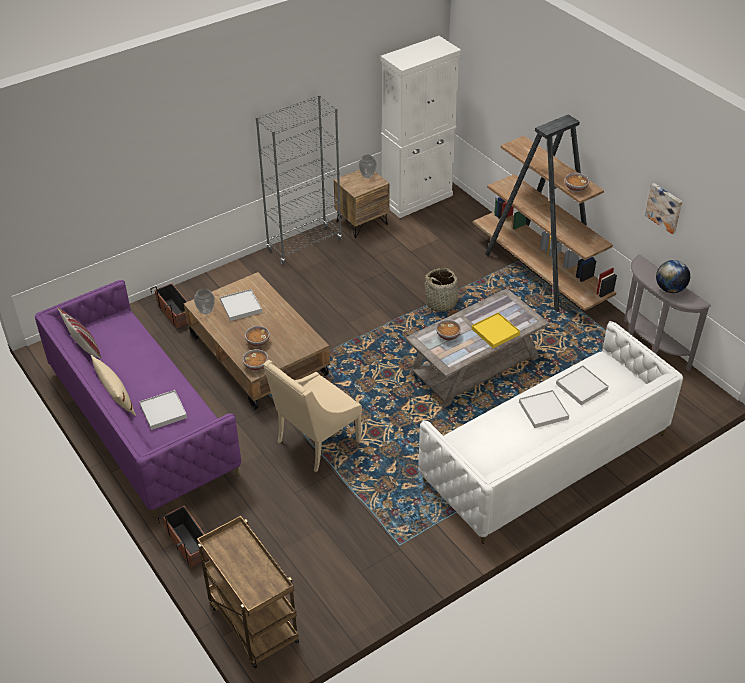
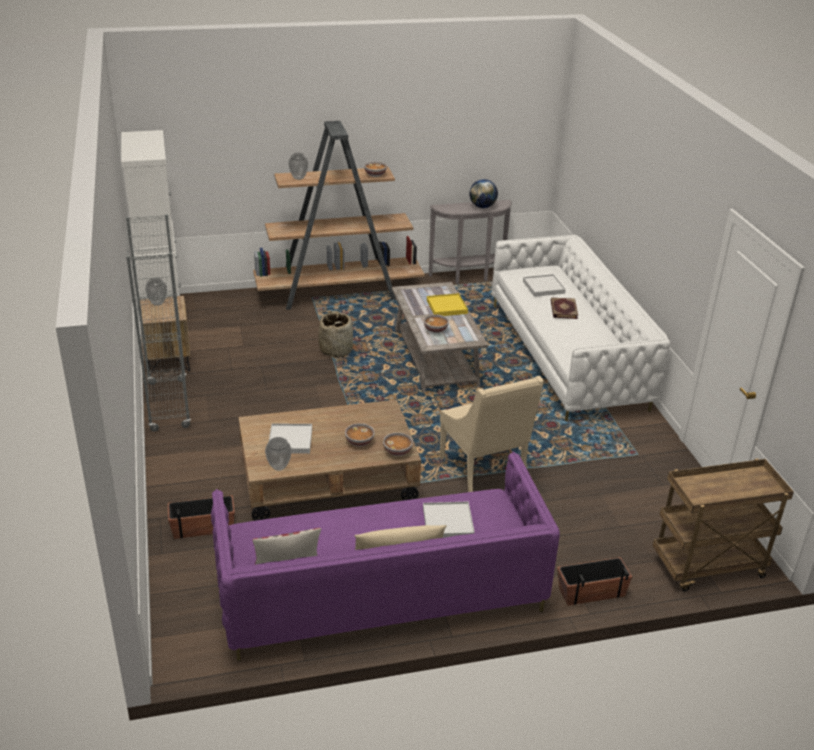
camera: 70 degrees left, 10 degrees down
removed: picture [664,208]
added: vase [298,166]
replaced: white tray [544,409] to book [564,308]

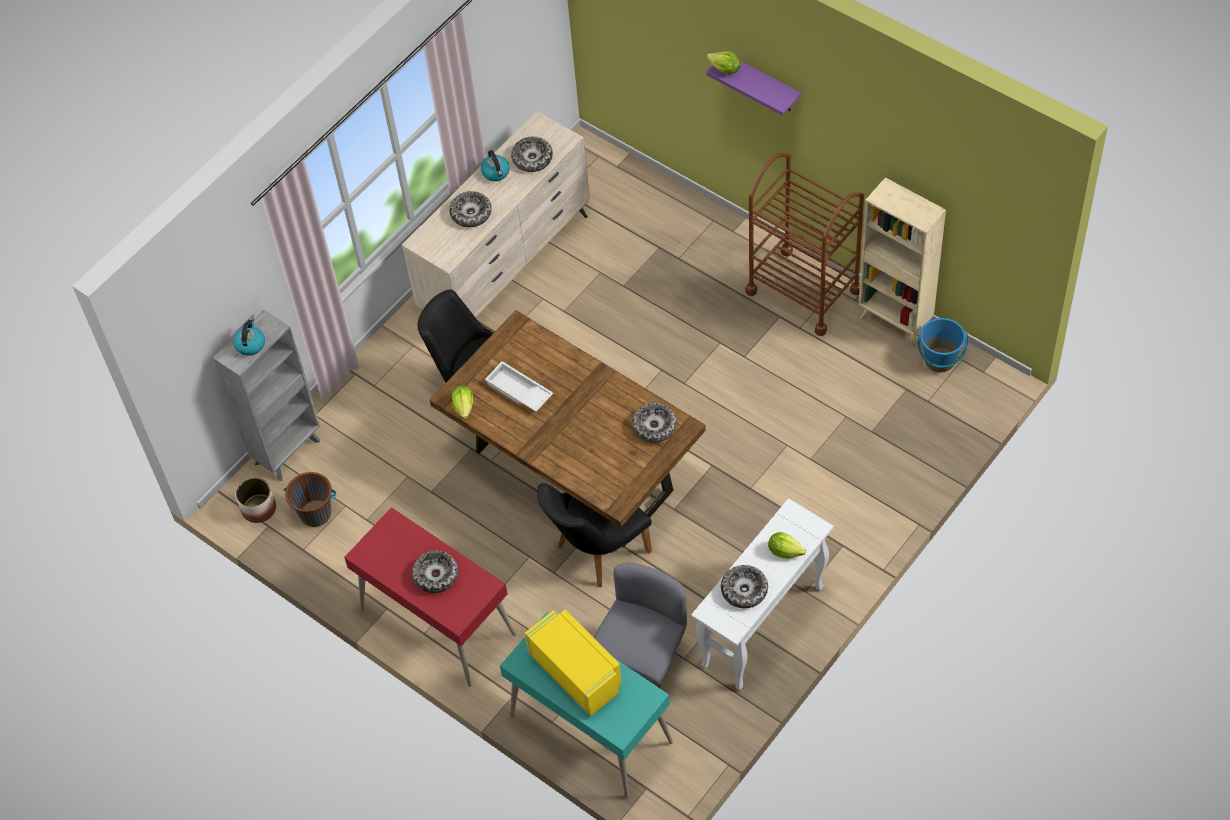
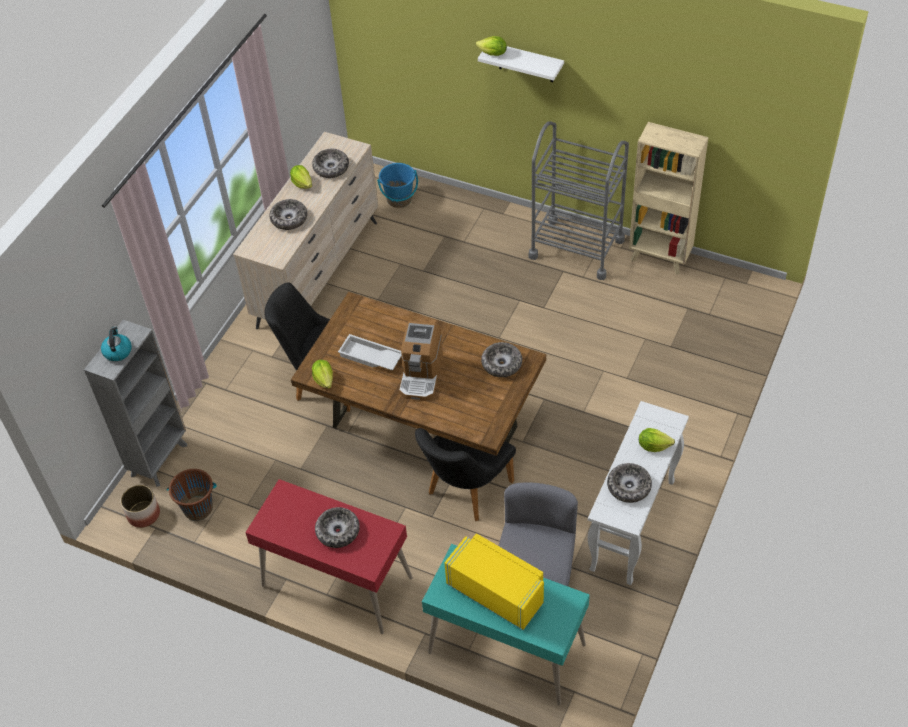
camera: 15 degrees left, 5 degrees down
added: coffee machine [421,361]
moved: blue bucket [942,345] to [397,185]
replaced: kettle [495,165] to lettuce [301,177]
recoloured: purple shelf [753,88] to white shelf [521,64]; brown cart [804,244] to grey cart [579,200]

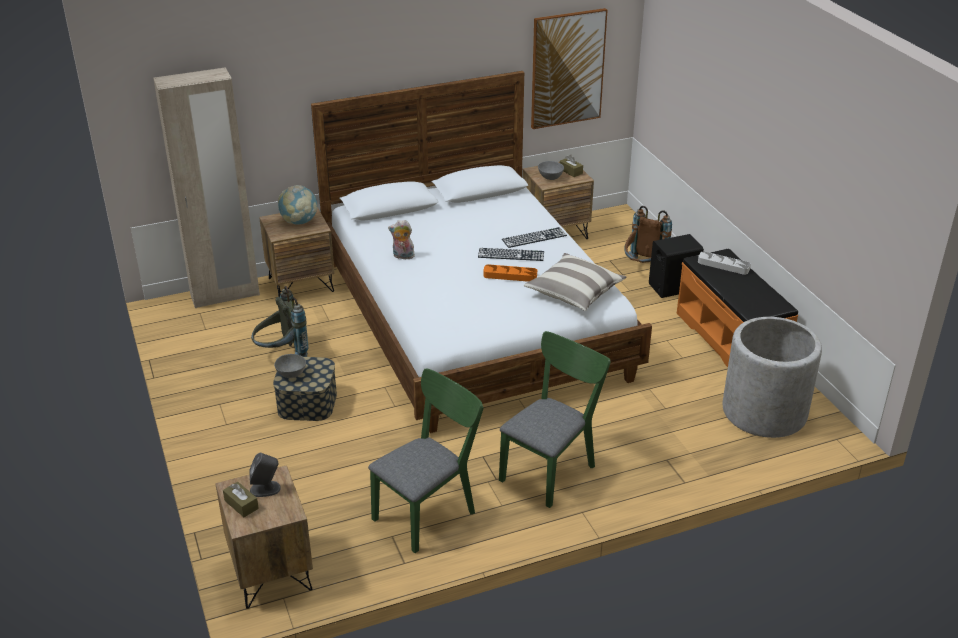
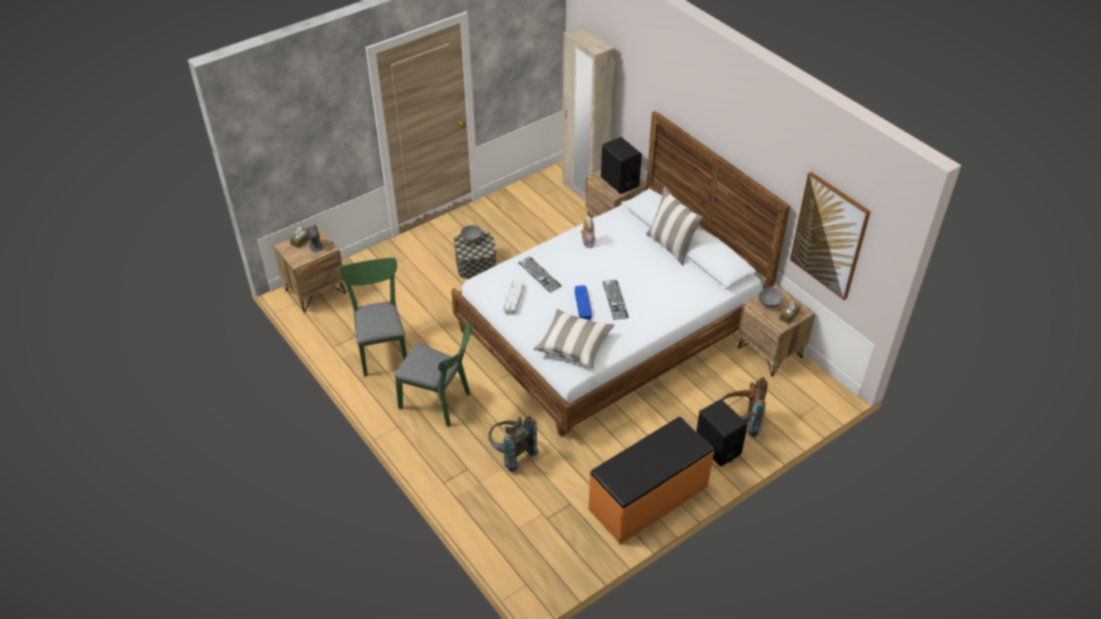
camera: 75 degrees right, 10 degrees up
removed: grey planter [772,377]
added: pillow [674,226]
moved: keyboard [534,237] to [539,274]; grey tray [724,263] to [514,297]; grey backpack [280,321] to [513,444]
replaced: globe [297,205] to black speaker [621,165]
recoloured: orange tray [510,273] to blue tray [583,302]
turned: green chair [426,460] = [373,316] 135 degrees counterclockwise

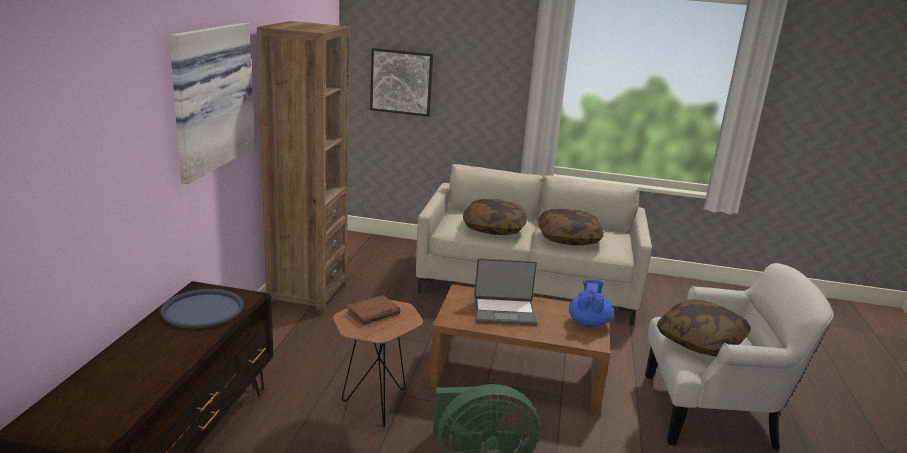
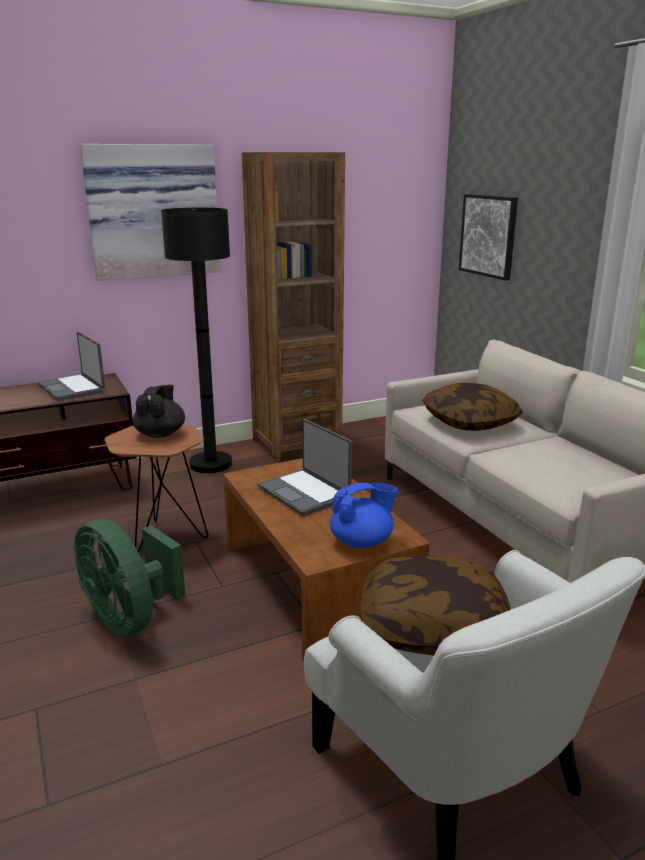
camera: 55 degrees right, 0 degrees up
removed: pillow [571,227]
added: black floor lamp [196,340]
replaced: blue tray [202,309] to laptop [71,366]; brown book [373,310] to black teapot [159,411]

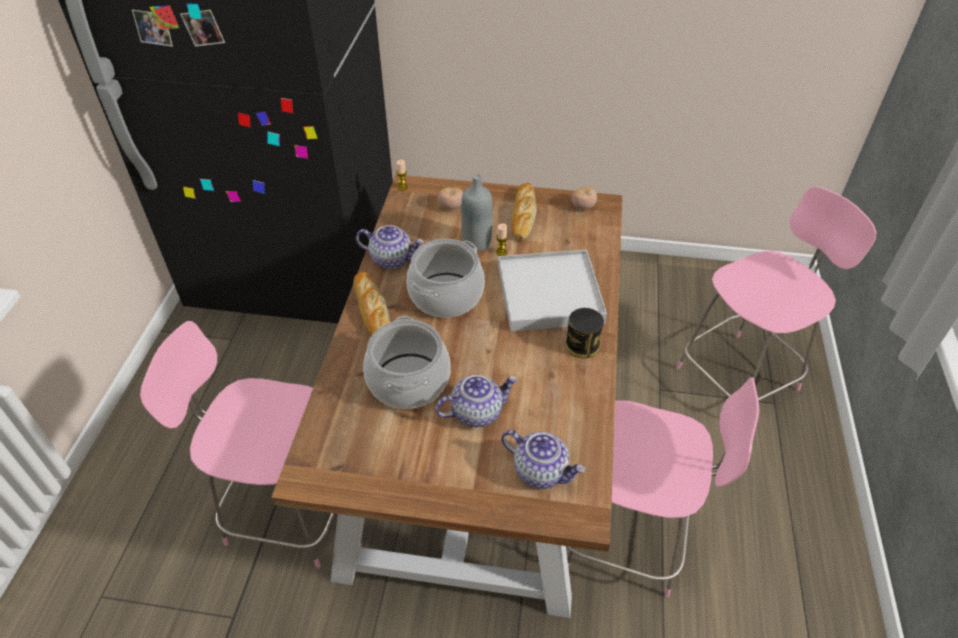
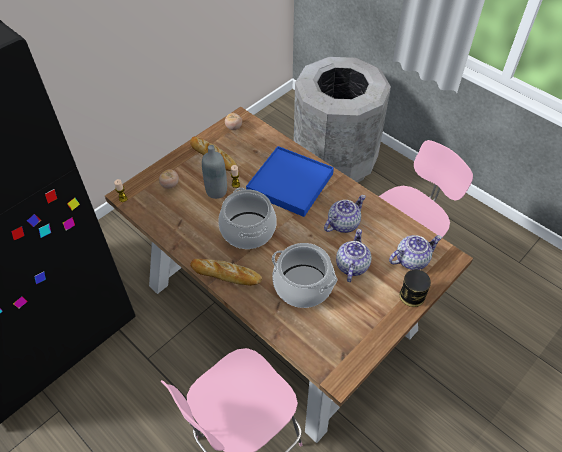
camera: 55 degrees left, 5 degrees up
moved: teapot [390,247] to [345,214]; can [585,333] to [415,288]
replaced: pink chair [776,293] to grey trash can [342,120]
recoloured: white tray [552,290] to blue tray [290,181]

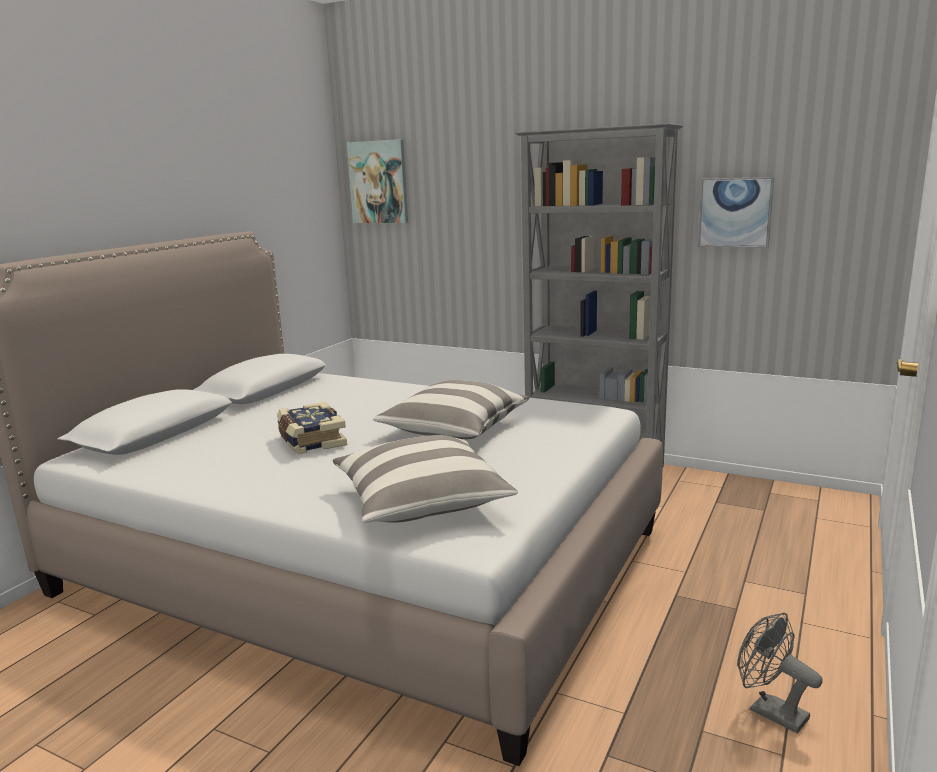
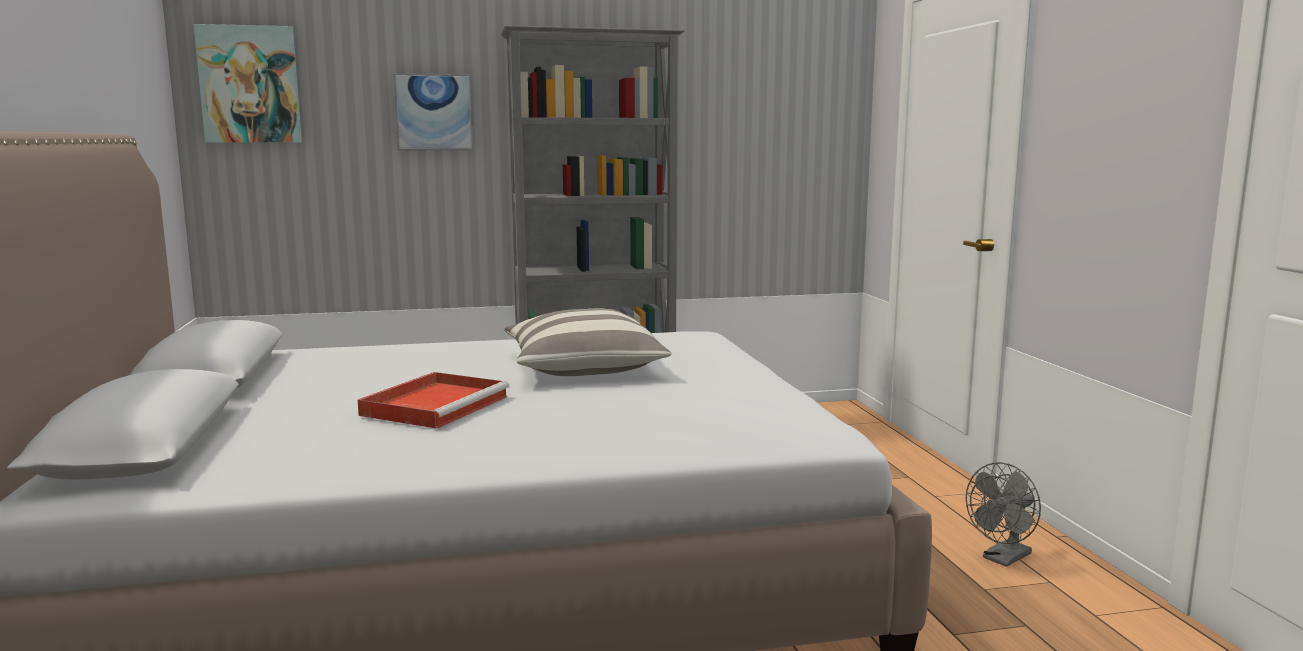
camera: 40 degrees left, 5 degrees down
removed: pillow [425,479]
moved: picture [736,212] to [433,111]
replaced: book [312,428] to red tray [433,400]
turned: grey fan [780,673] = [1003,514] 45 degrees counterclockwise

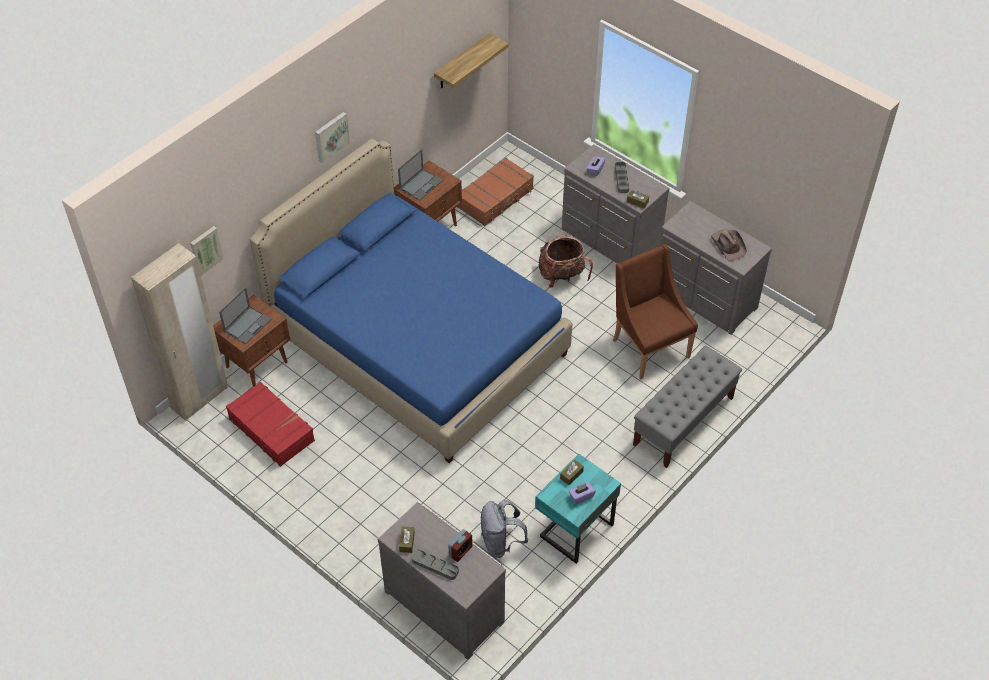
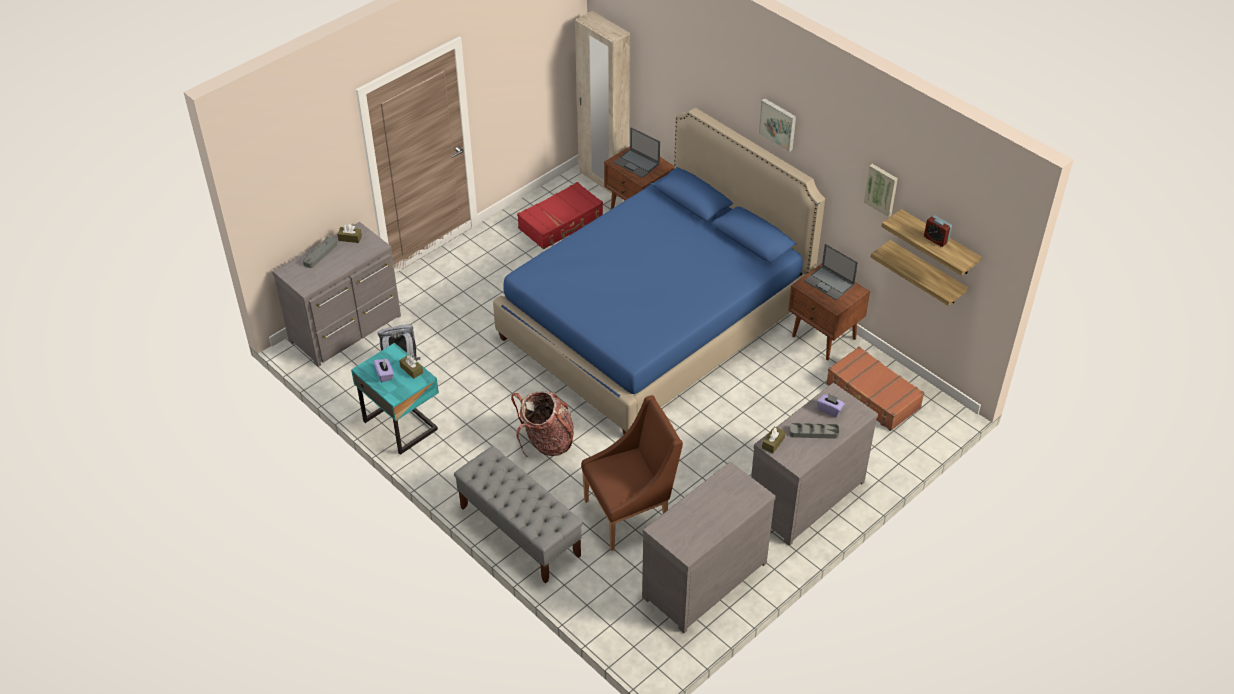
camera: 95 degrees right, 5 degrees down
removed: brown hat [729,245]
added: shelf [919,273]
moved: picture [207,250] to [881,190]; backpack [566,261] to [542,424]; alarm clock [460,545] to [938,231]

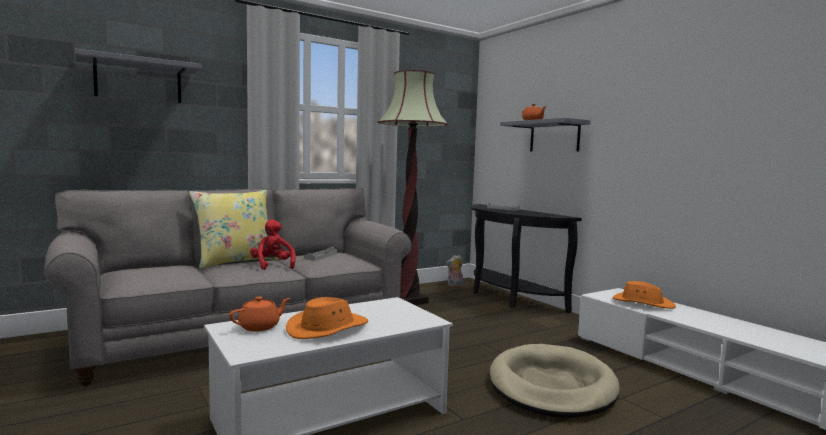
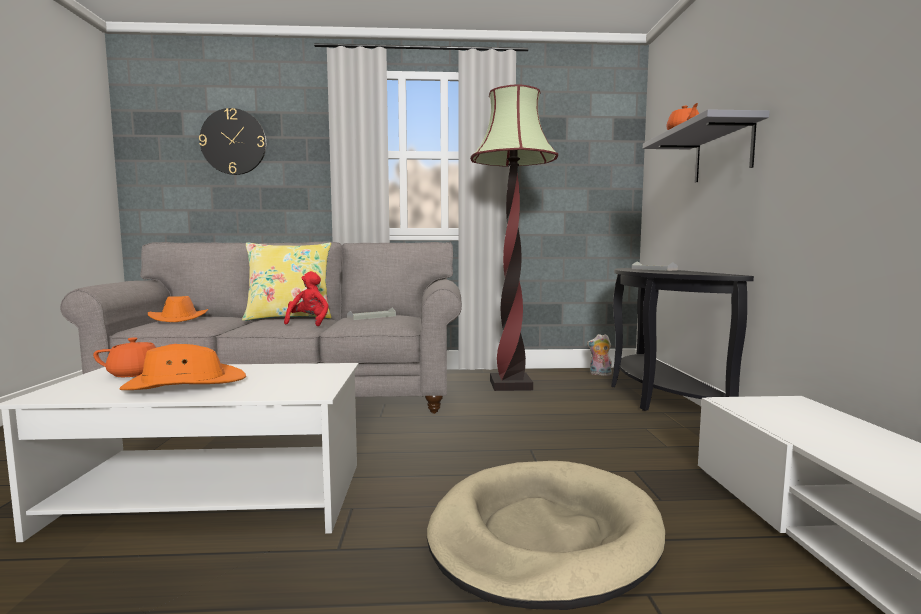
camera: 30 degrees right, 0 degrees up
moved: orange hat [644,295] to [178,309]
replaced: grey shelf [138,76] to wall clock [232,141]

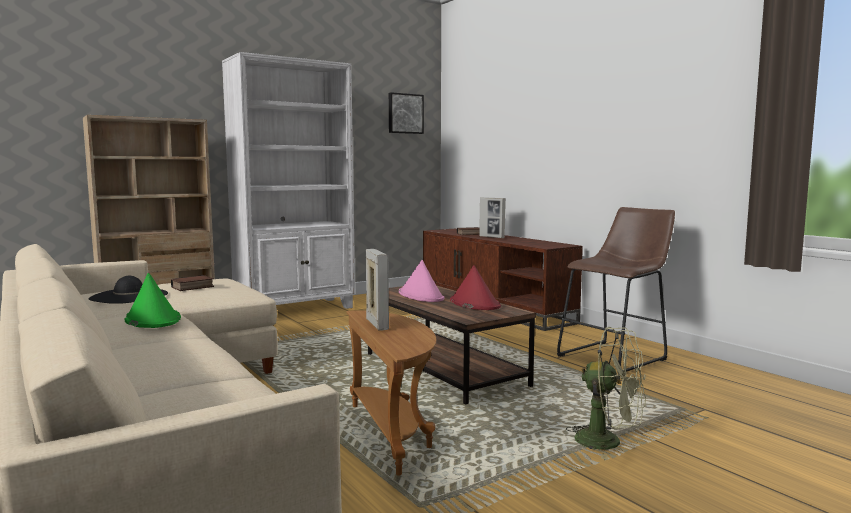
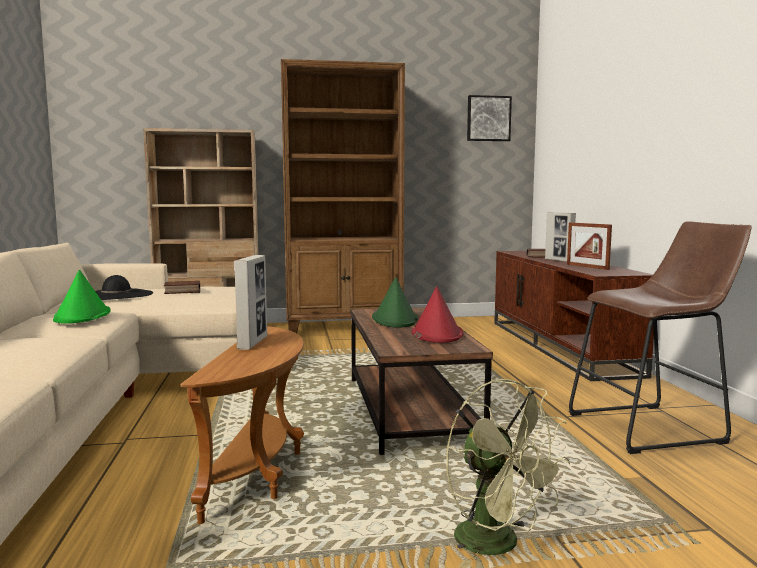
camera: 25 degrees right, 0 degrees up
added: picture frame [589,246]
recoloured: white bookcase [288,180] to brown bookcase [343,196]; pink hat [421,281] to green hat [395,302]

